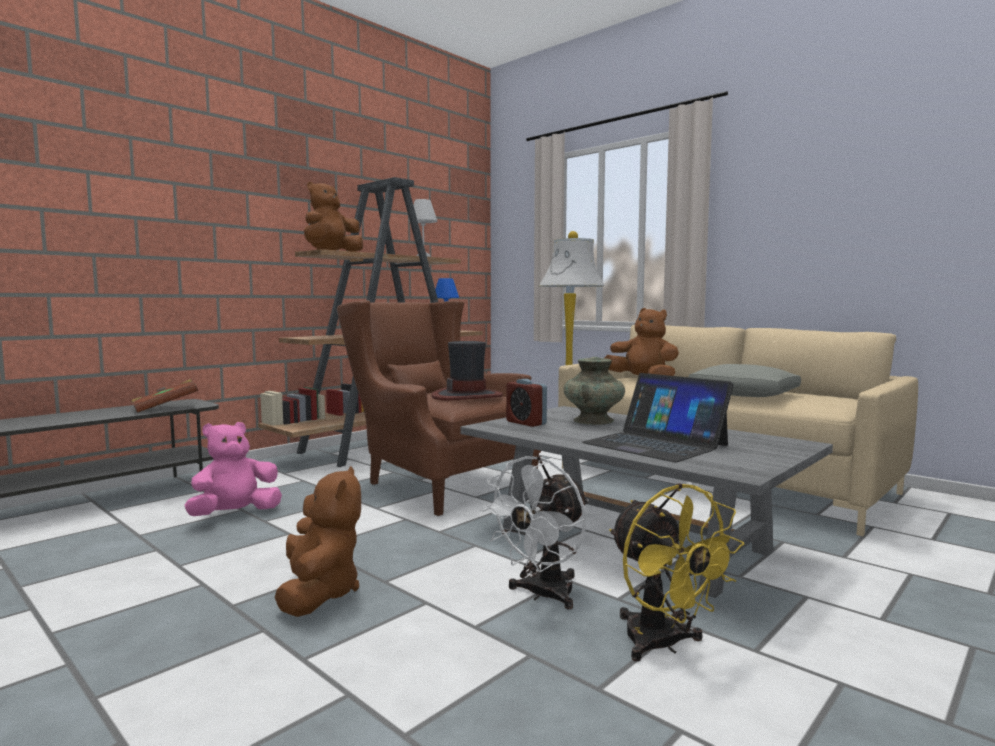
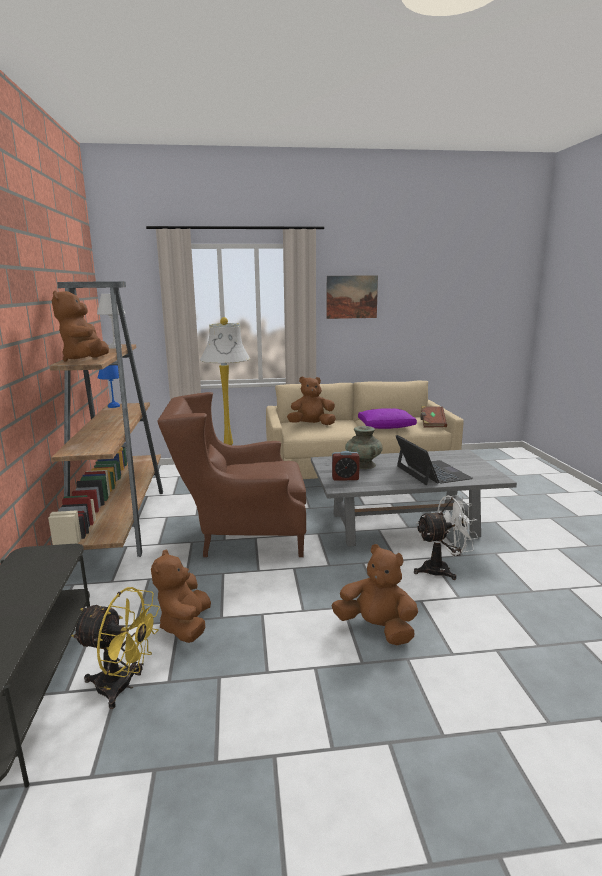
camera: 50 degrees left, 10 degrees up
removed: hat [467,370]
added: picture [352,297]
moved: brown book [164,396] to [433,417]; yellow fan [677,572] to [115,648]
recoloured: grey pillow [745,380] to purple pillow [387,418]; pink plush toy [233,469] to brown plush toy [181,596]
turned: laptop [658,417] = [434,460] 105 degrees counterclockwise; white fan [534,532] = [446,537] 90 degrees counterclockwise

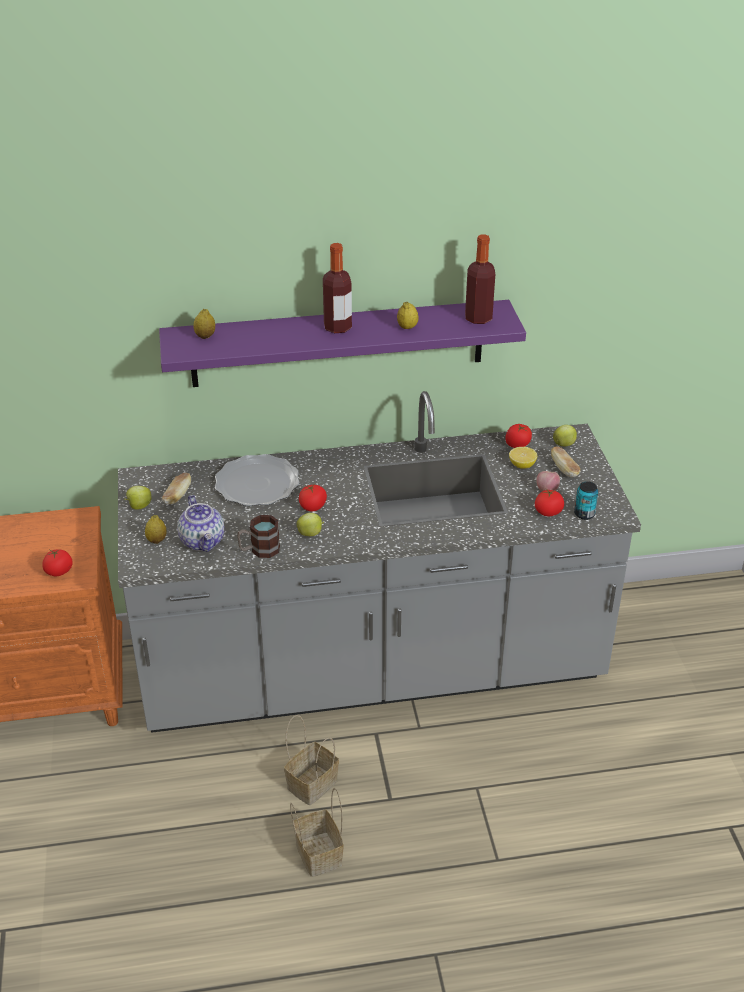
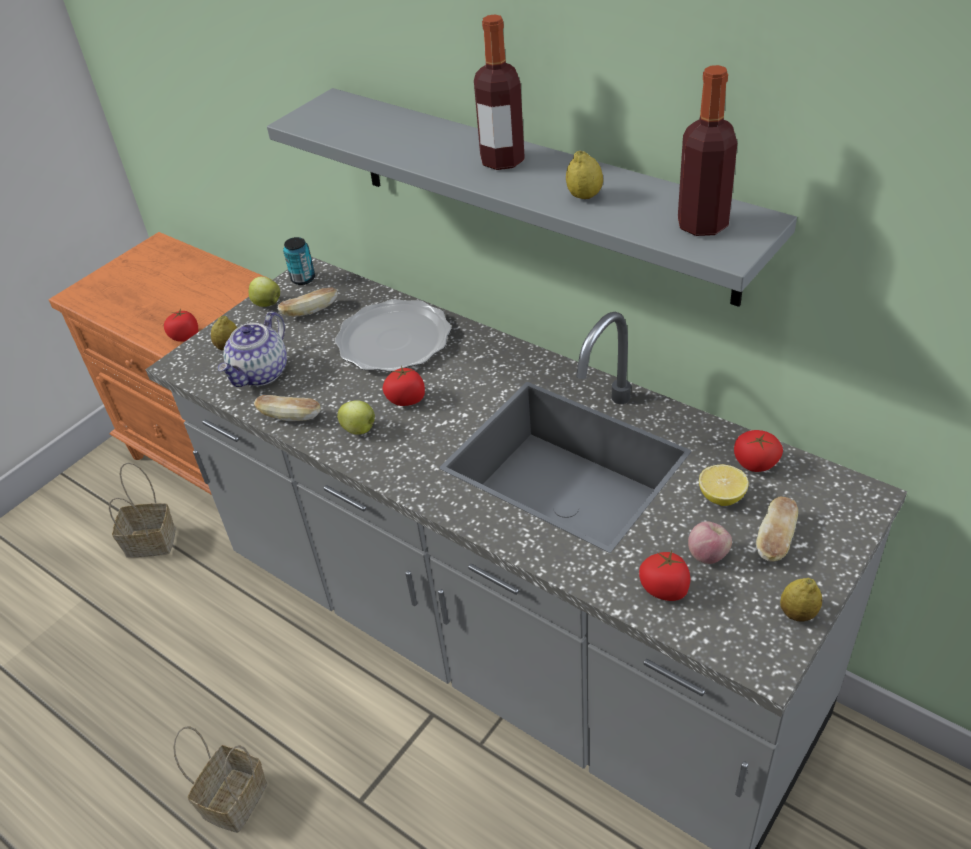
camera: 50 degrees right, 5 degrees up
removed: apple [565,435]
moved: lemon [204,324] to [801,600]; can [586,500] to [299,261]; basket [311,760] to [142,510]
replaced: mug [258,536] to bread [287,408]
recoloured: purple shelf [342,343] to grey shelf [532,197]

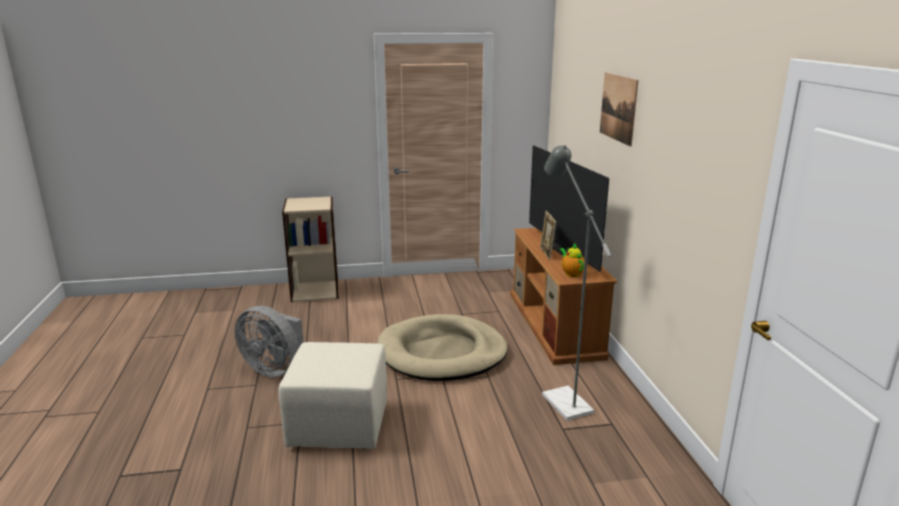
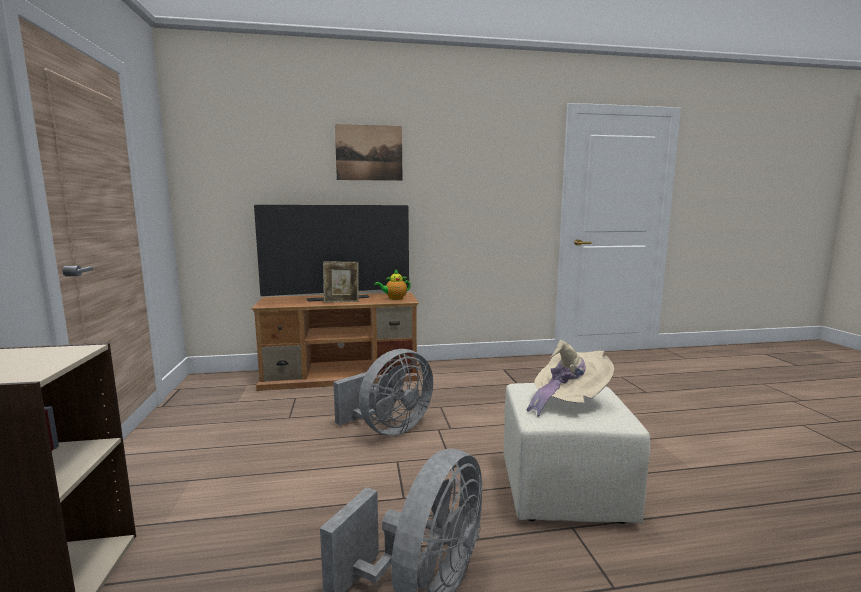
camera: 90 degrees left, 10 degrees down
removed: grey floor lamp [576,283]
added: beige hat [570,378]
replaced: beige dog bed [442,347] to grey fan [383,392]

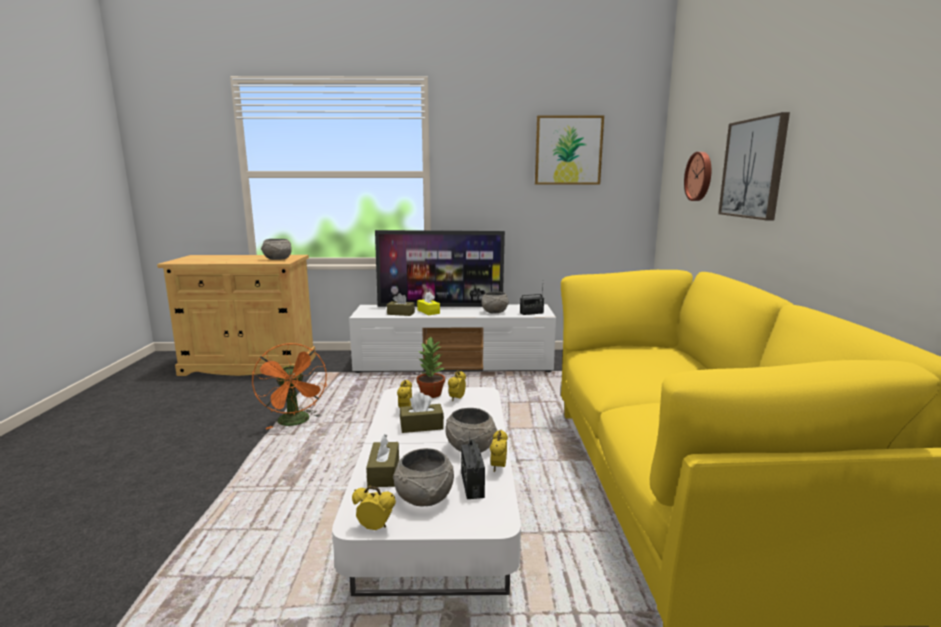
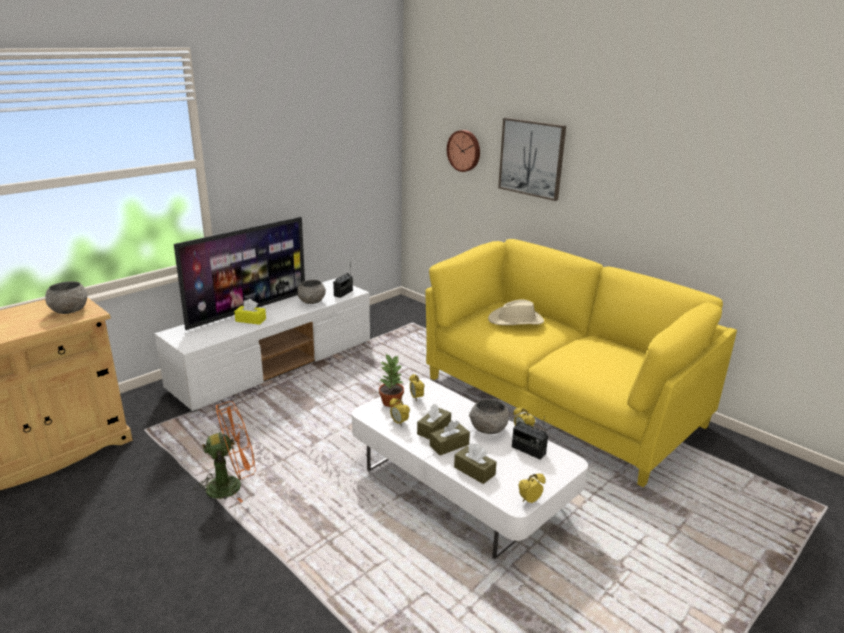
camera: 45 degrees left, 10 degrees up
removed: picture [569,150]; grey bowl [423,477]
added: beige hat [516,312]
moved: brown tissue box [401,304] to [450,437]
turned: orange fan [289,386] = [224,451] 45 degrees counterclockwise

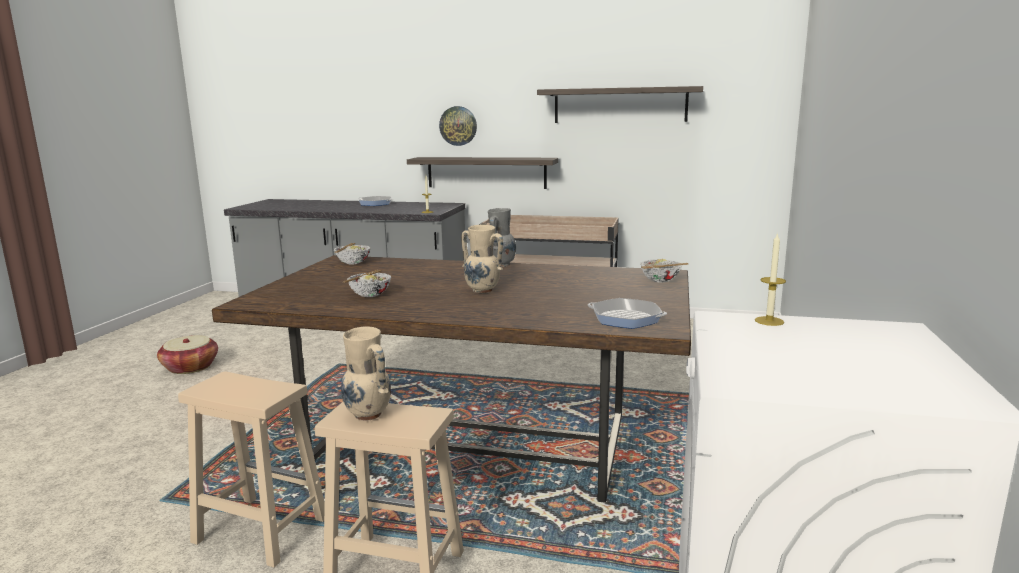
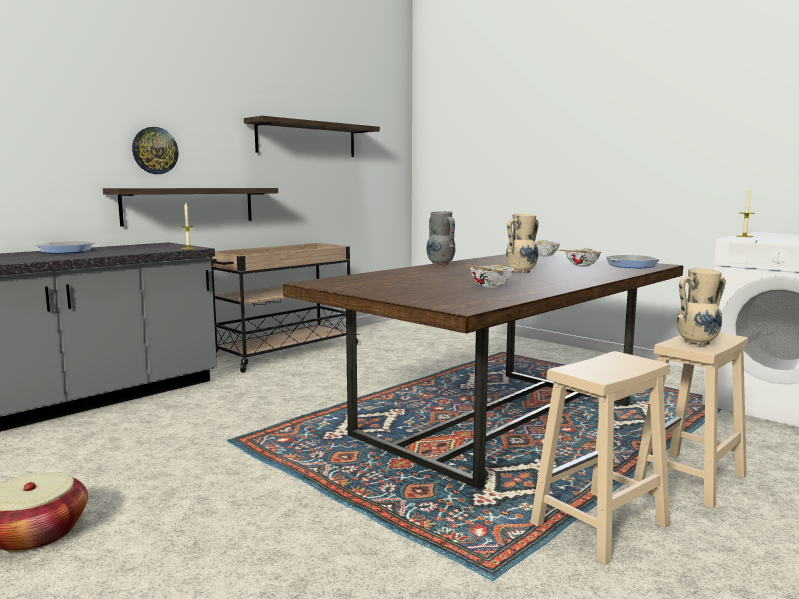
camera: 60 degrees left, 5 degrees down
moved: bowl [352,253] to [580,257]

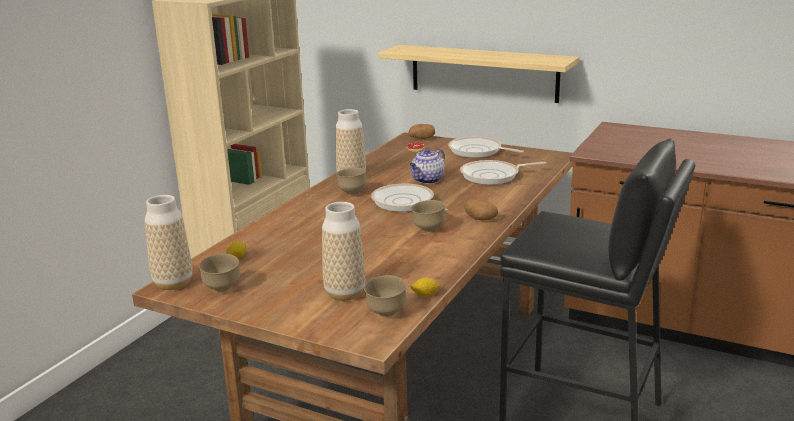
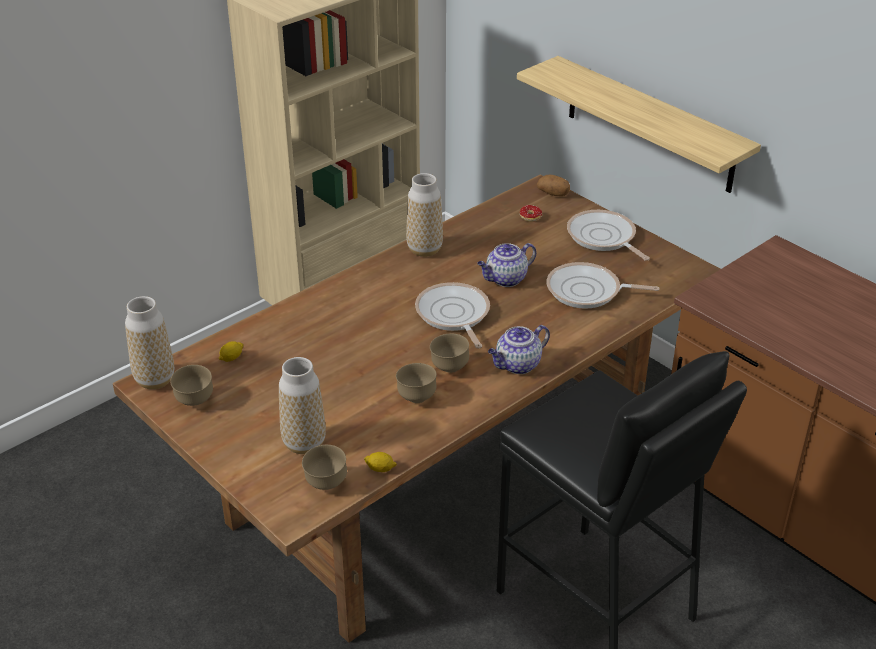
camera: 20 degrees right, 15 degrees up
moved: brown bowl [351,181] to [416,383]
replaced: potato [481,209] to teapot [519,349]

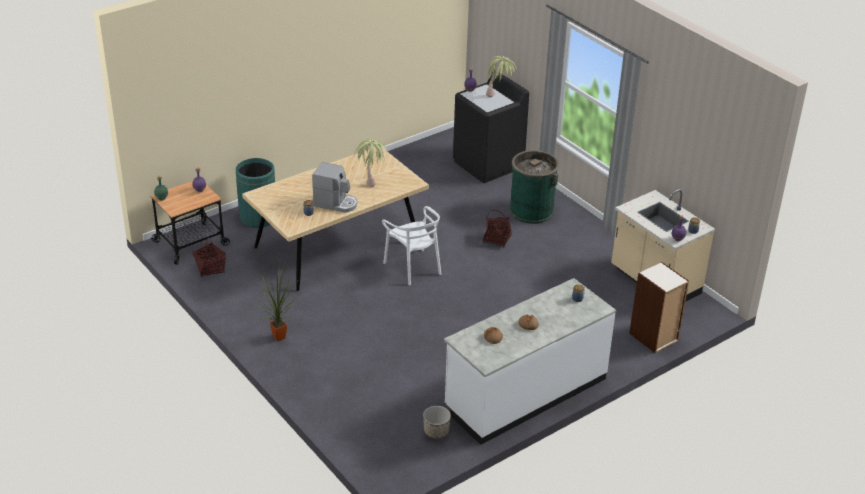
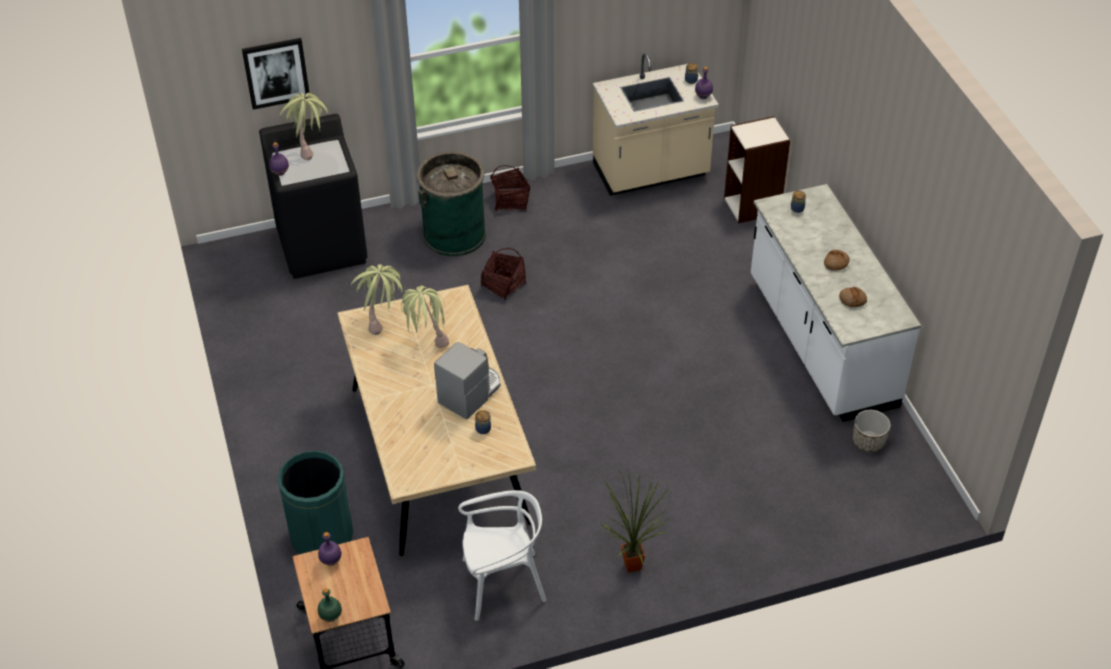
camera: 70 degrees left, 10 degrees up
added: picture [275,74]; potted plant [378,299]
moved: white chair [411,245] to [502,555]; basket [208,257] to [510,188]

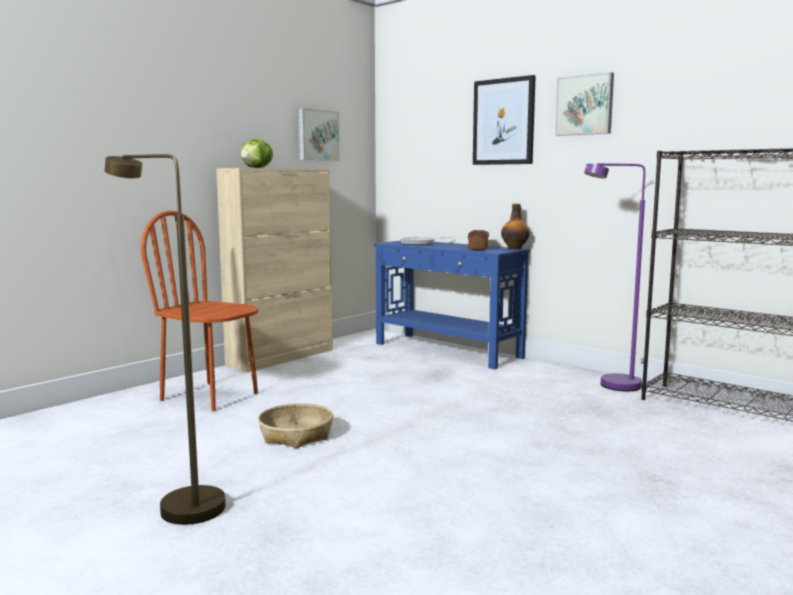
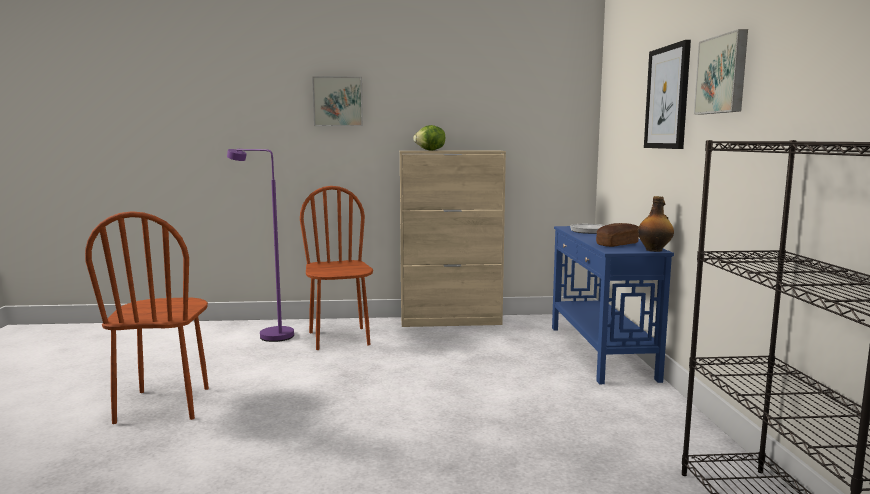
camera: 45 degrees right, 0 degrees up
removed: basket [295,425]
moved: picture [319,134] to [337,101]; purple floor lamp [614,277] to [260,245]
replaced: brown floor lamp [165,339] to brown chair [147,317]

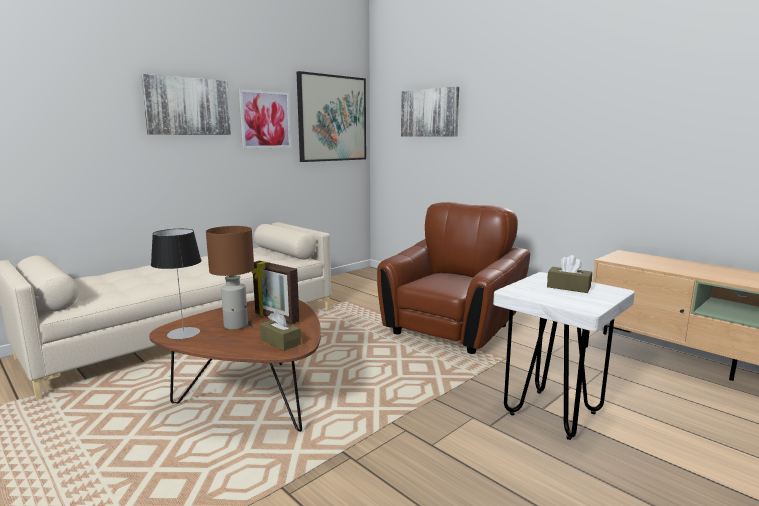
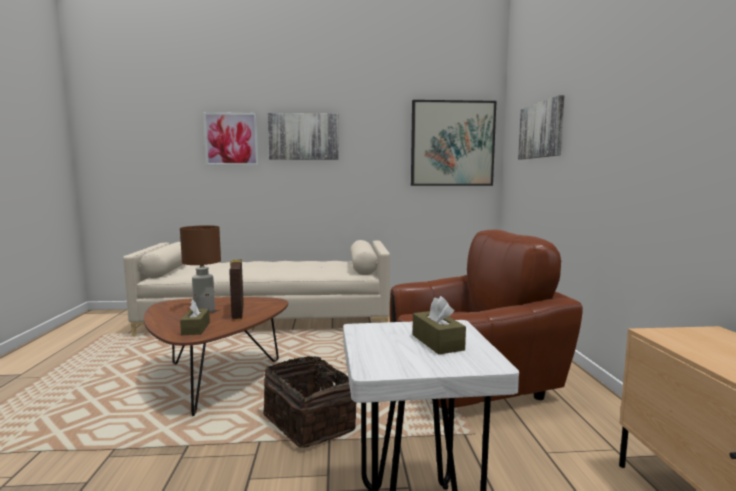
camera: 40 degrees right, 5 degrees down
removed: table lamp [176,284]
added: basket [310,402]
moved: picture [264,119] to [231,139]

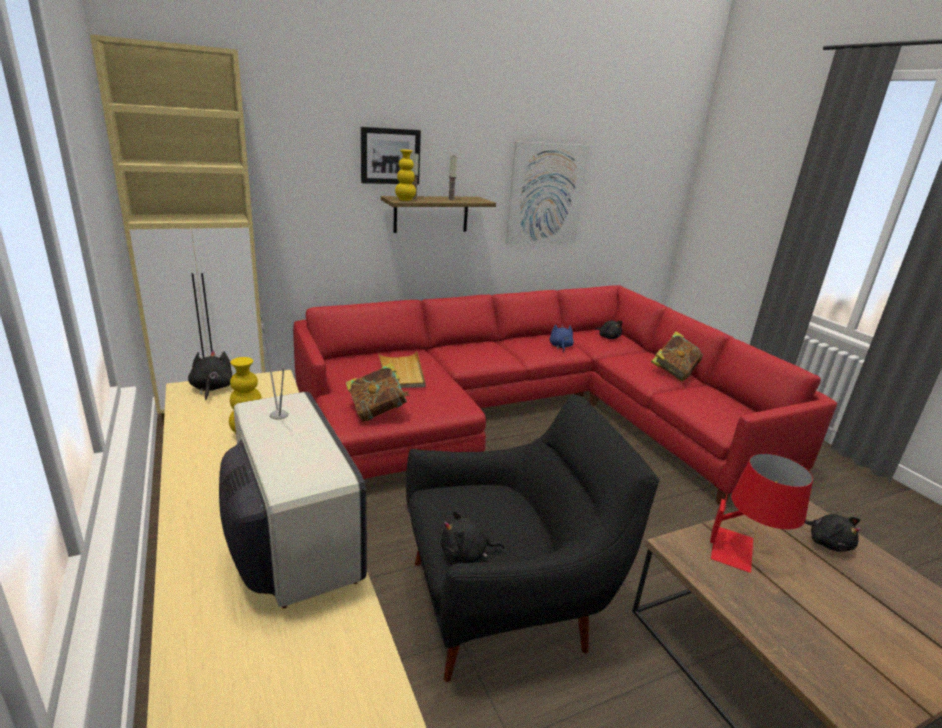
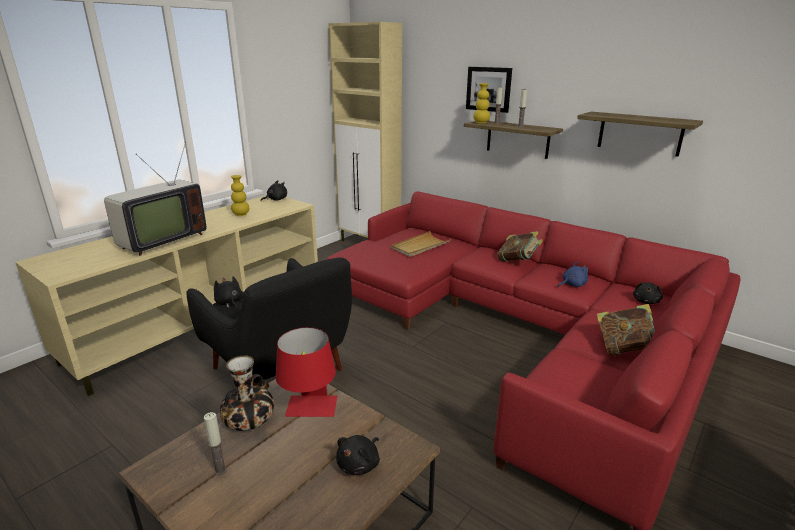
camera: 65 degrees right, 0 degrees up
added: vase [247,393]; candle [215,443]
moved: book [378,392] to [520,246]
replaced: picture [547,192] to shelf [640,134]

